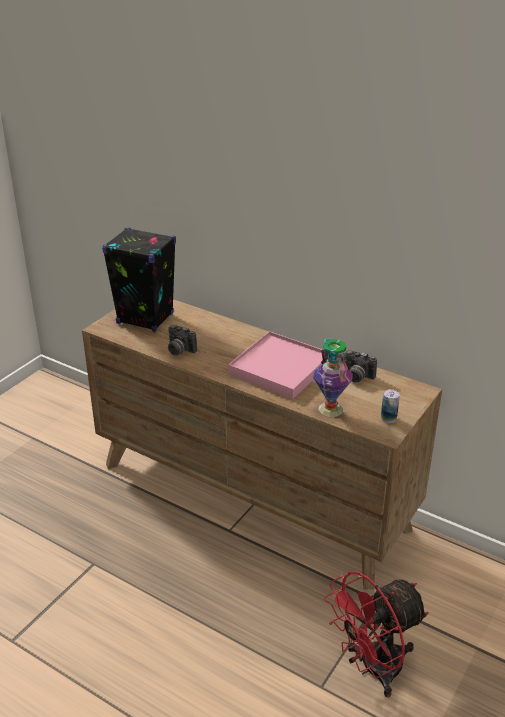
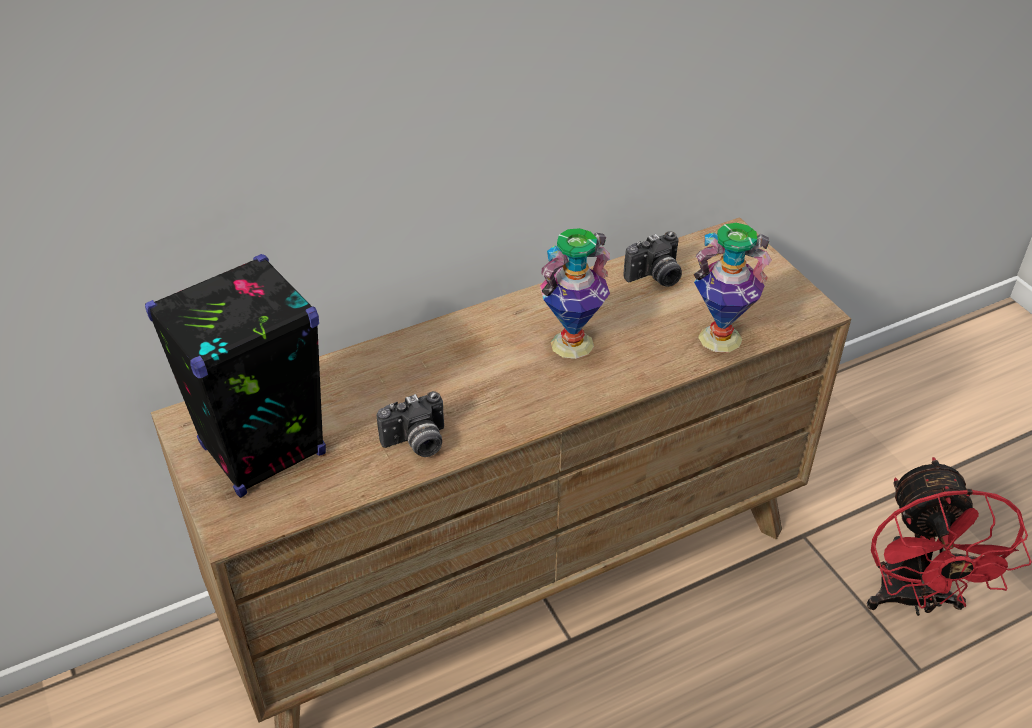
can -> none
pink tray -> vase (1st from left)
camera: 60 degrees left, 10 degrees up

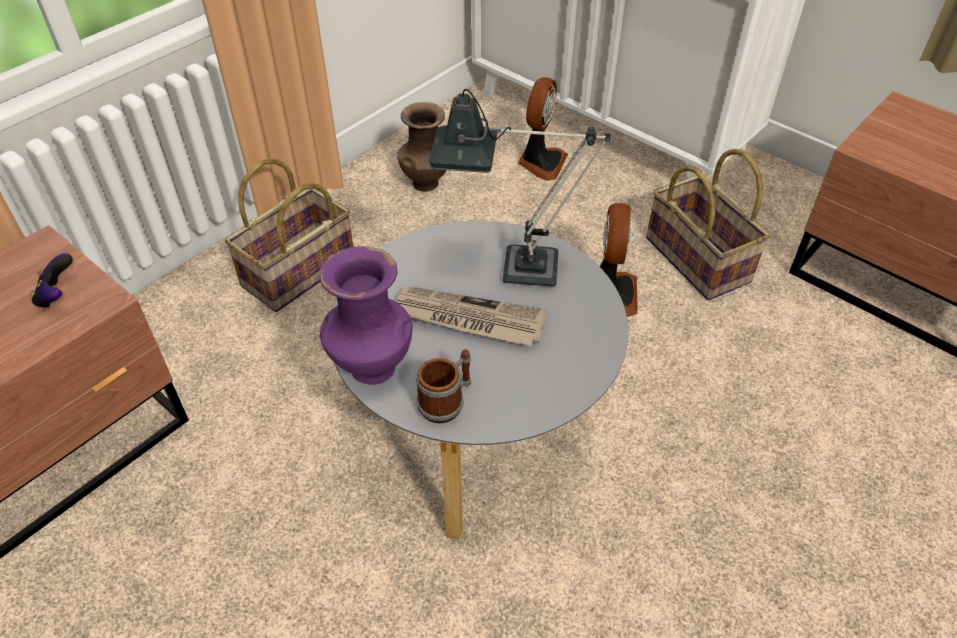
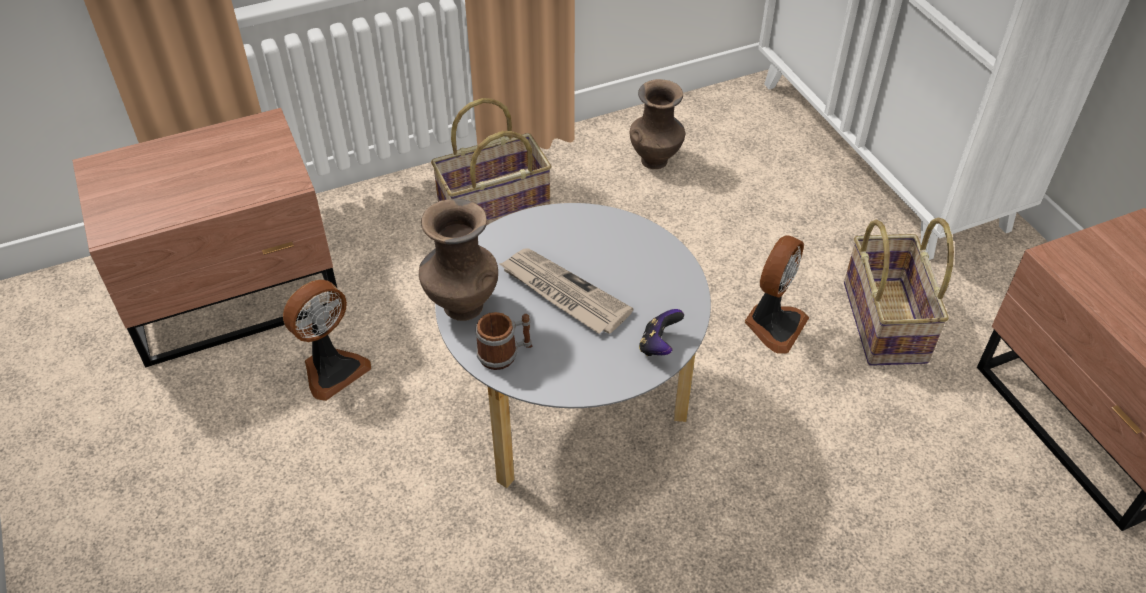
table lamp -> none
game controller, move
fan (1st from left), move
purple vase -> brown vase (1st from left)
camera: 25 degrees right, 0 degrees up

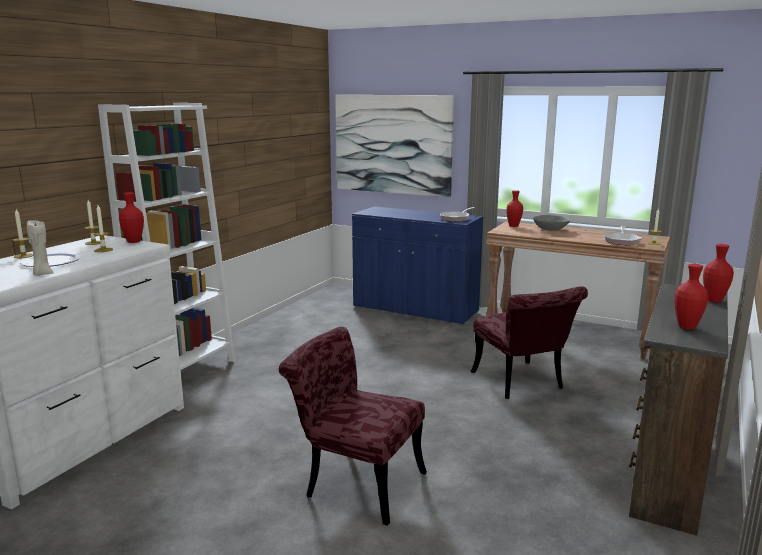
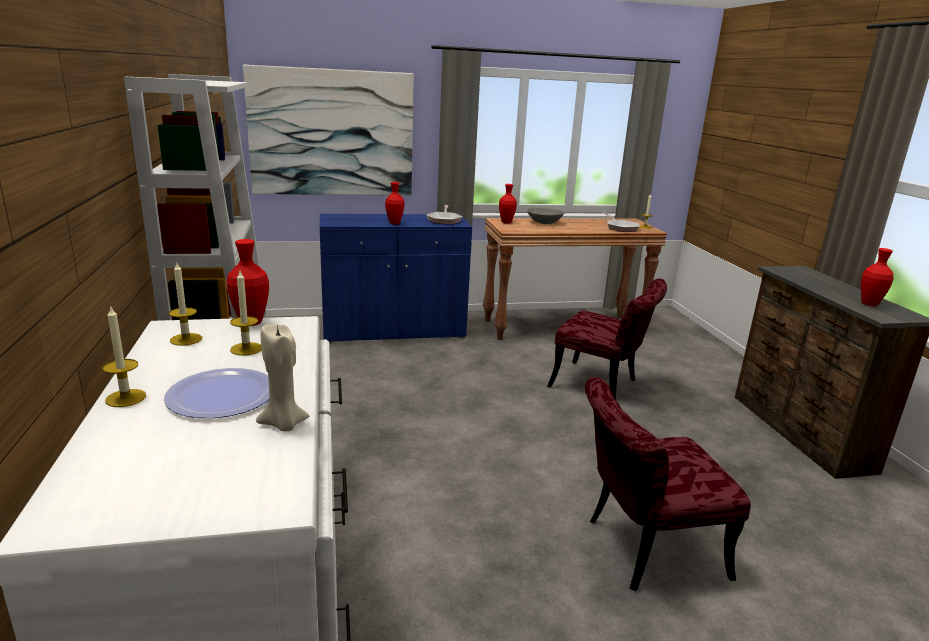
red vase (4th from left in the first image) -> red vase (2nd from left), move
camera: 40 degrees left, 5 degrees up

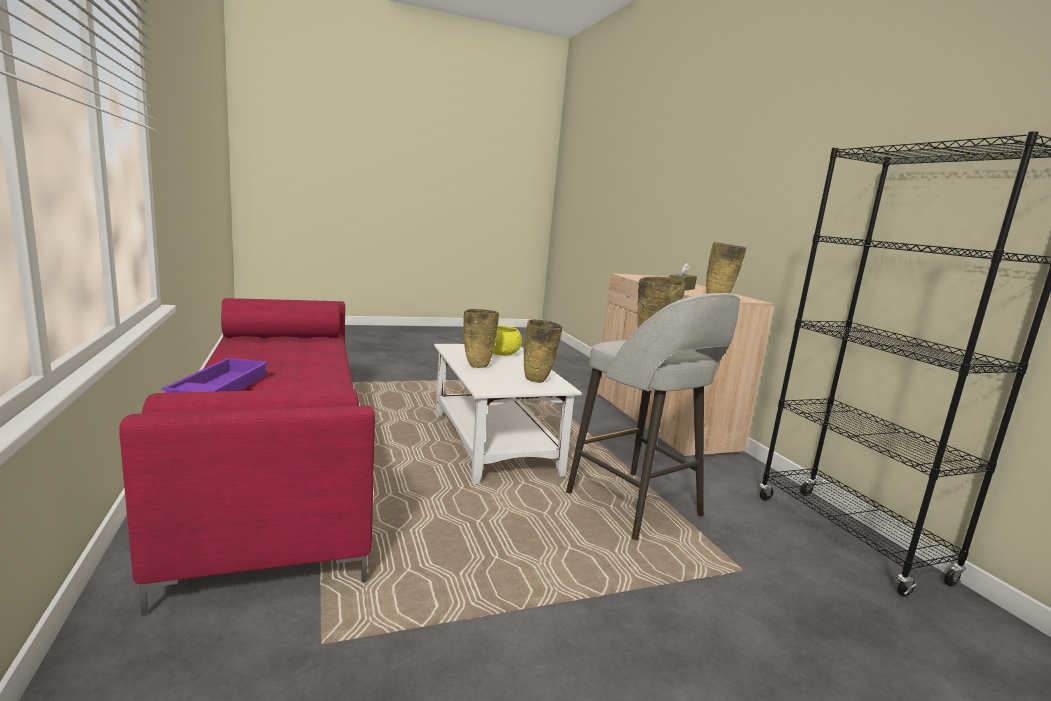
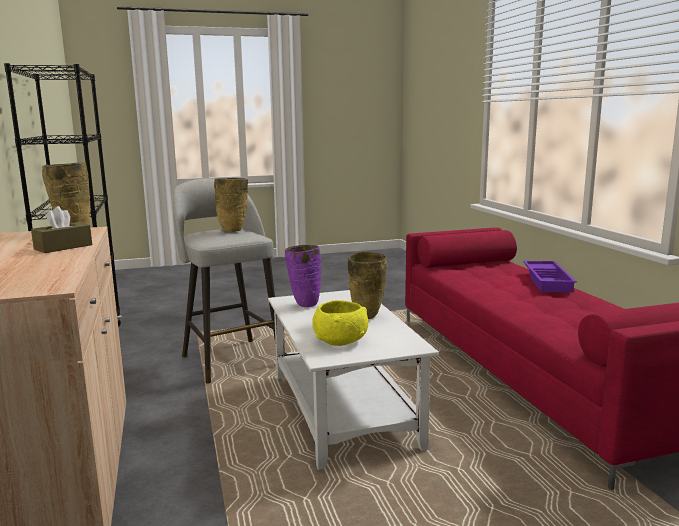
beige vase (2nd from left) -> purple vase
camera: 175 degrees left, 0 degrees up

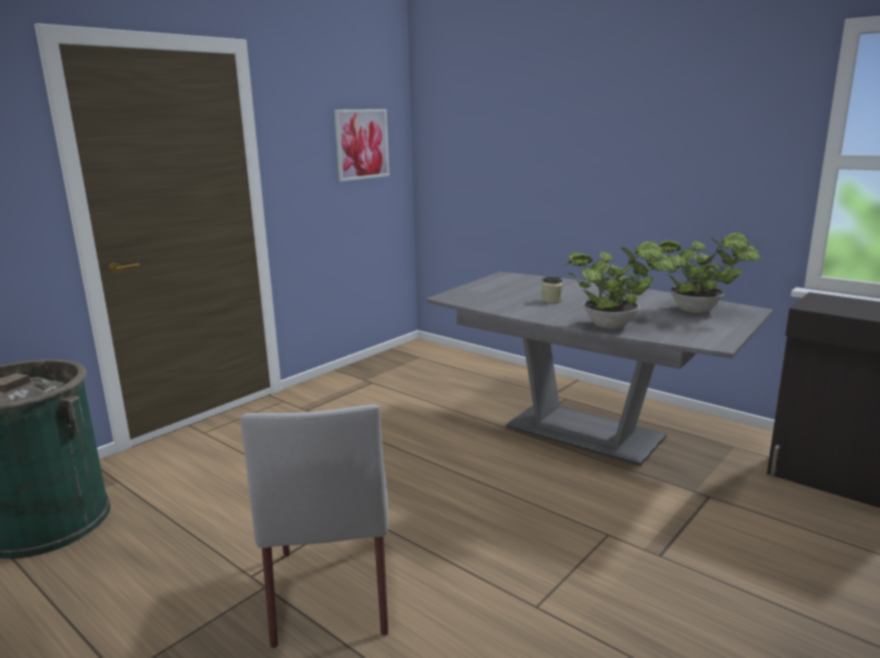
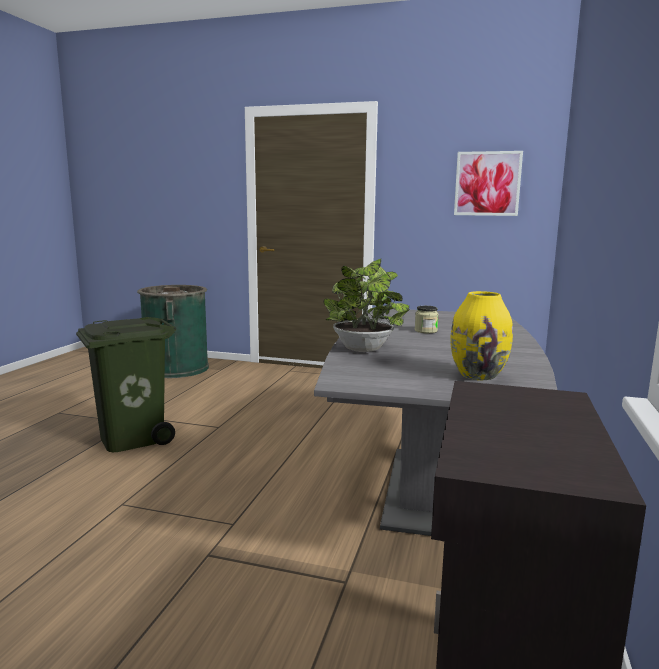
grey chair -> green trash can (1st from left)
potted plant (2nd from left) -> yellow vase
camera: 65 degrees right, 5 degrees down

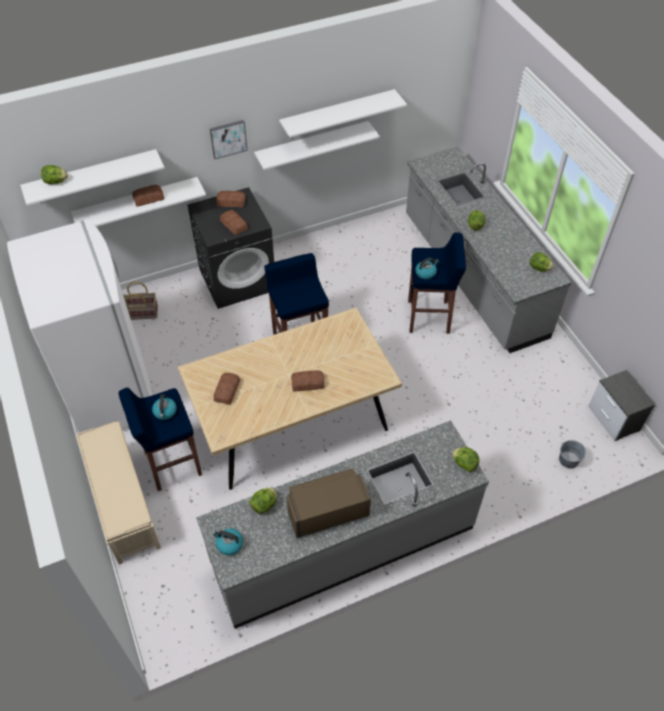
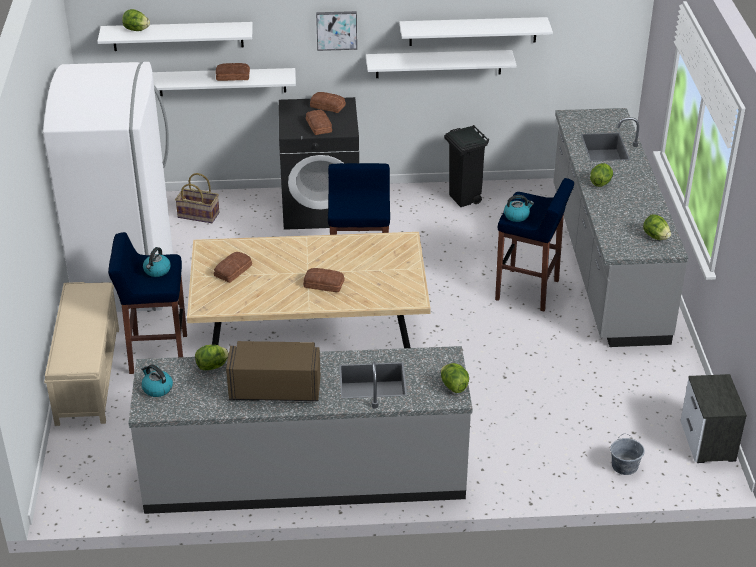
none -> black trash can
camera: 20 degrees right, 15 degrees down

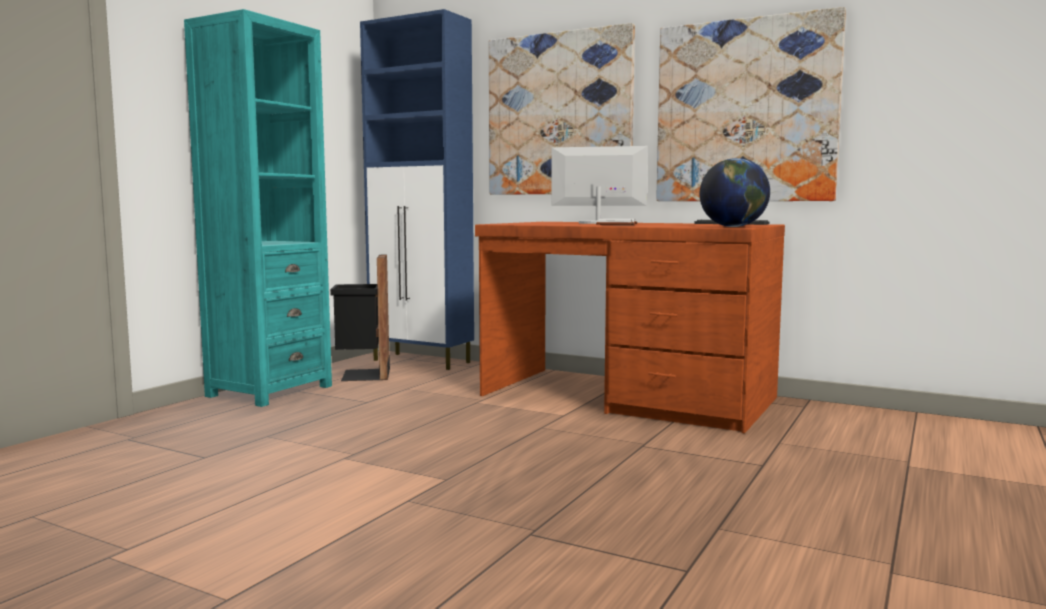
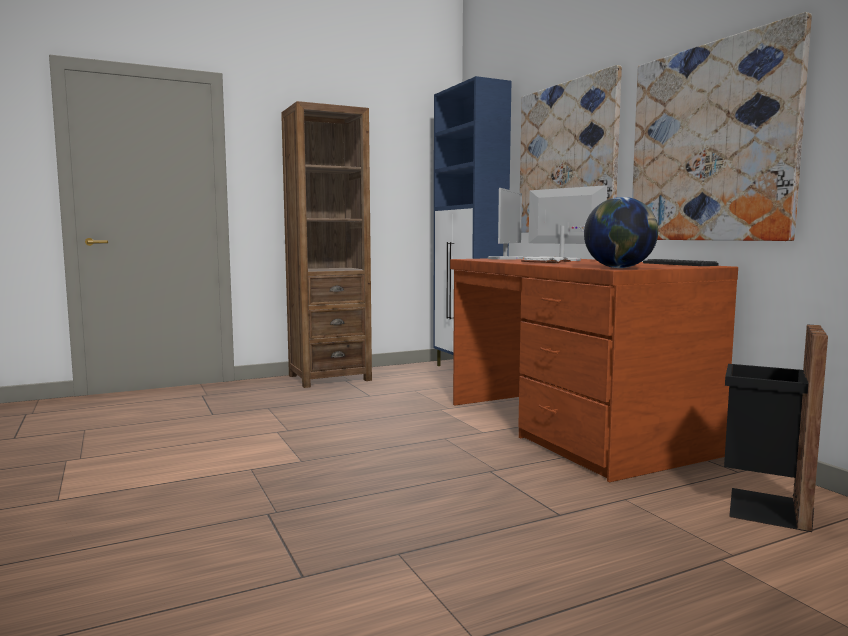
none -> monitor (1st from left)
black trash can, move
turquoise bookcase -> brown bookcase
camera: 35 degrees right, 0 degrees up

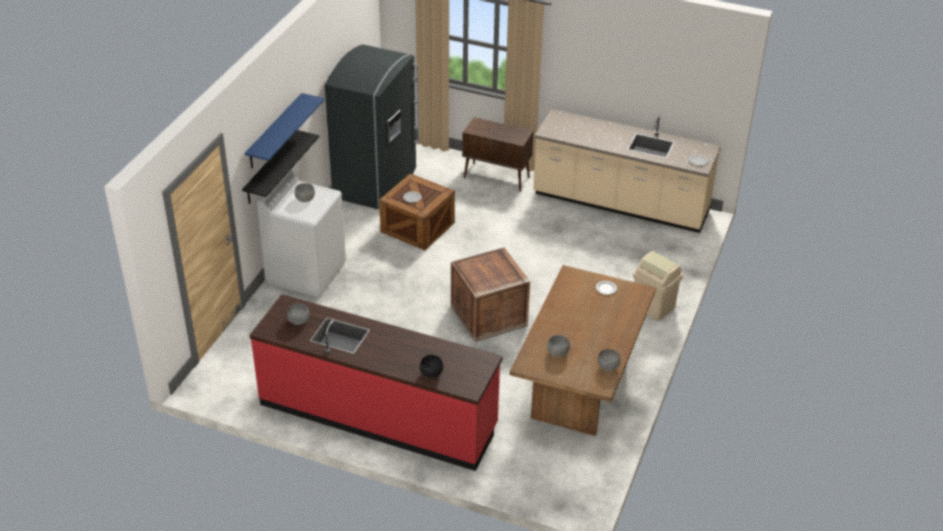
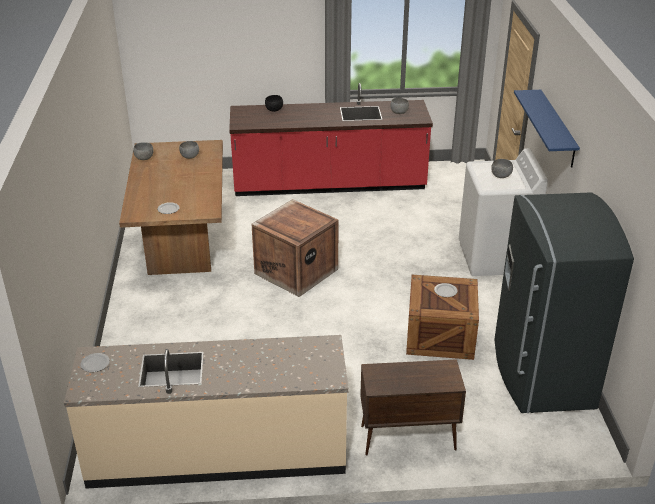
black shelf -> none
beige trash can -> none
camera: 155 degrees right, 5 degrees down

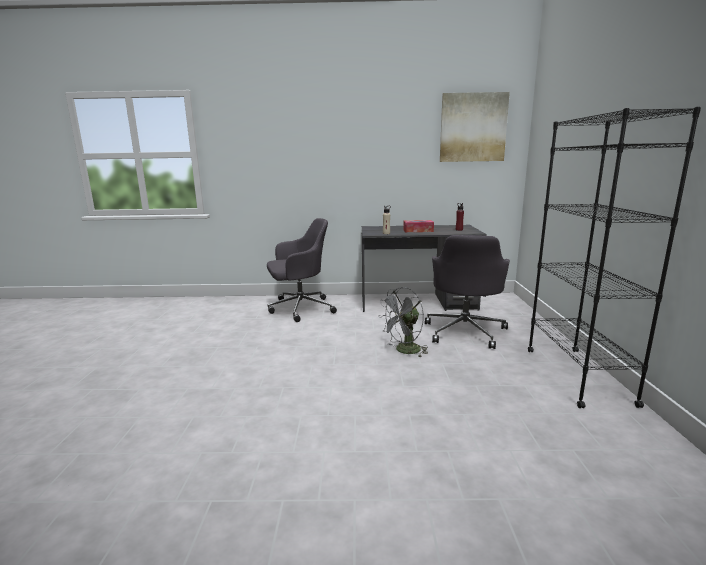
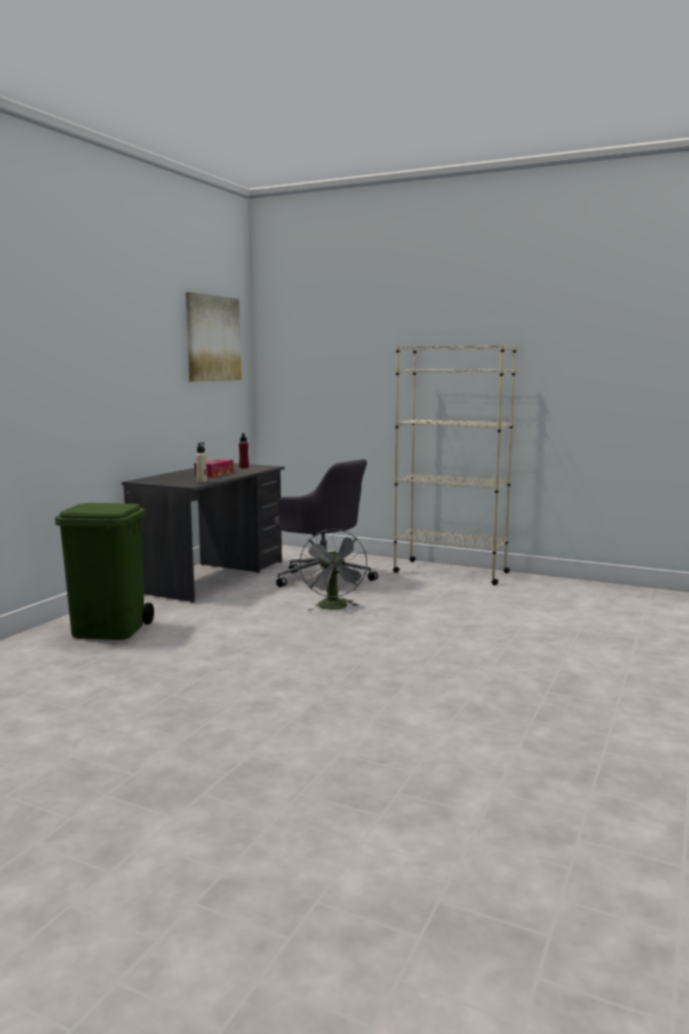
grey office chair (1st from left) -> green trash can
black bookcase -> beige bookcase
camera: 65 degrees left, 5 degrees down

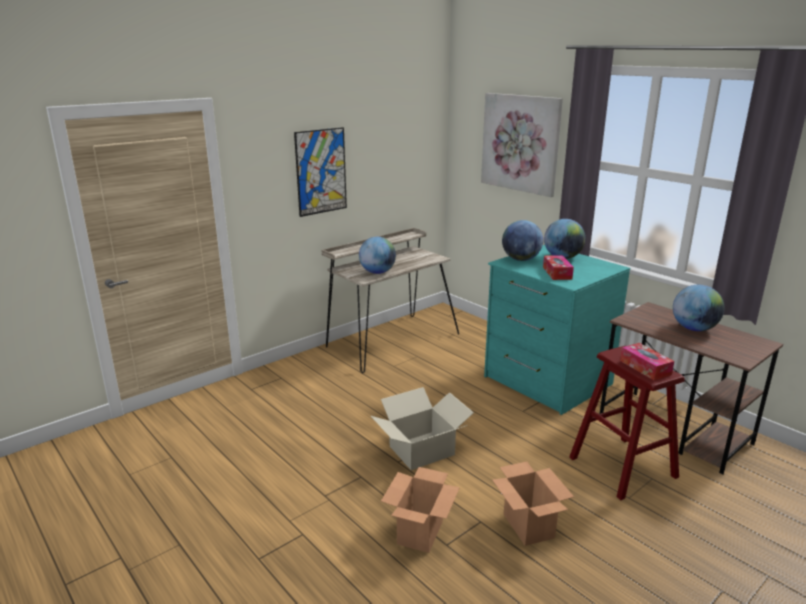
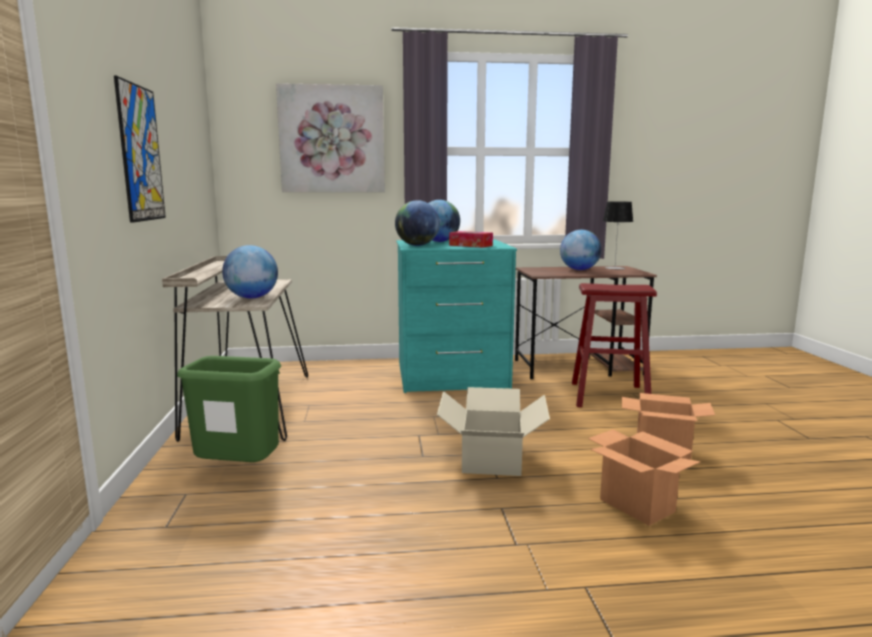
tissue box (2nd from left) -> none
none -> green trash can
none -> table lamp
camera: 55 degrees left, 10 degrees down

